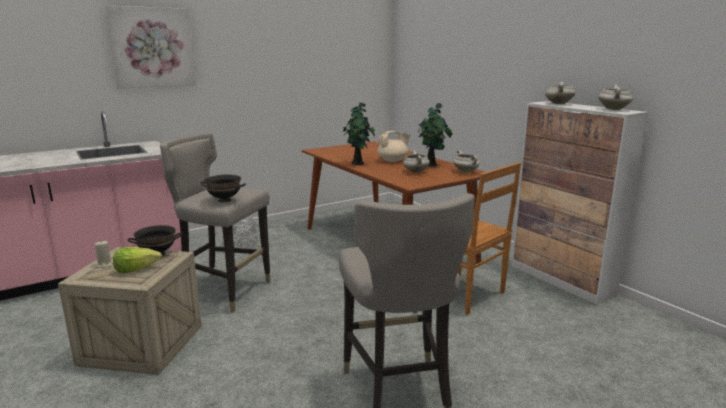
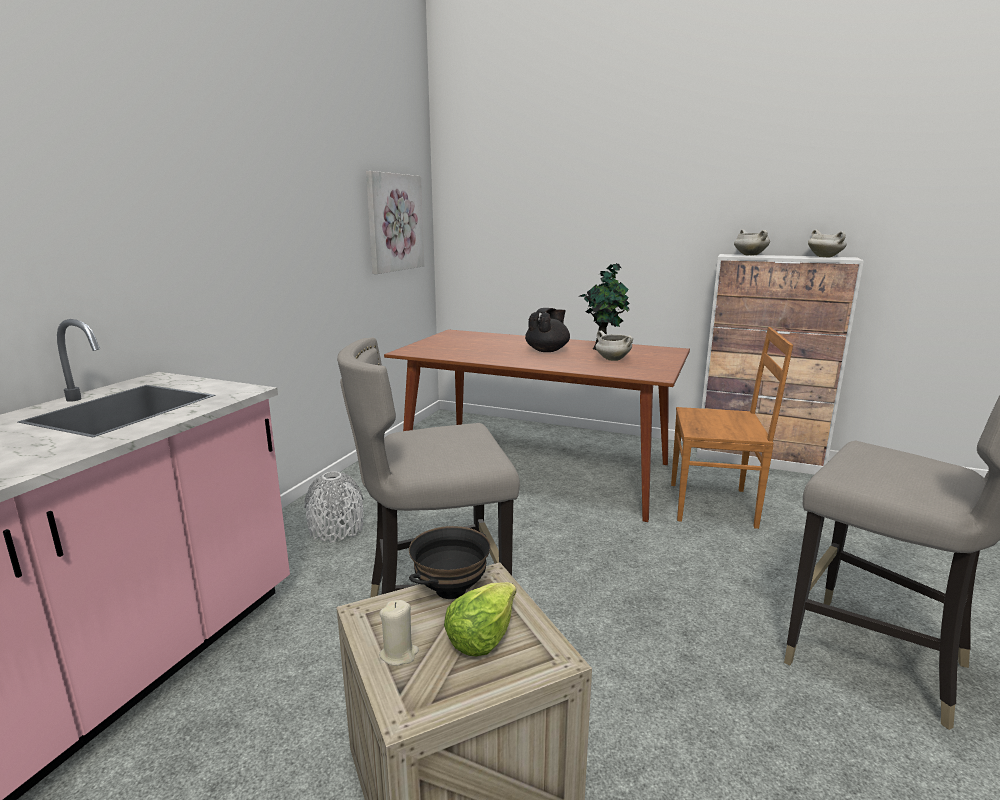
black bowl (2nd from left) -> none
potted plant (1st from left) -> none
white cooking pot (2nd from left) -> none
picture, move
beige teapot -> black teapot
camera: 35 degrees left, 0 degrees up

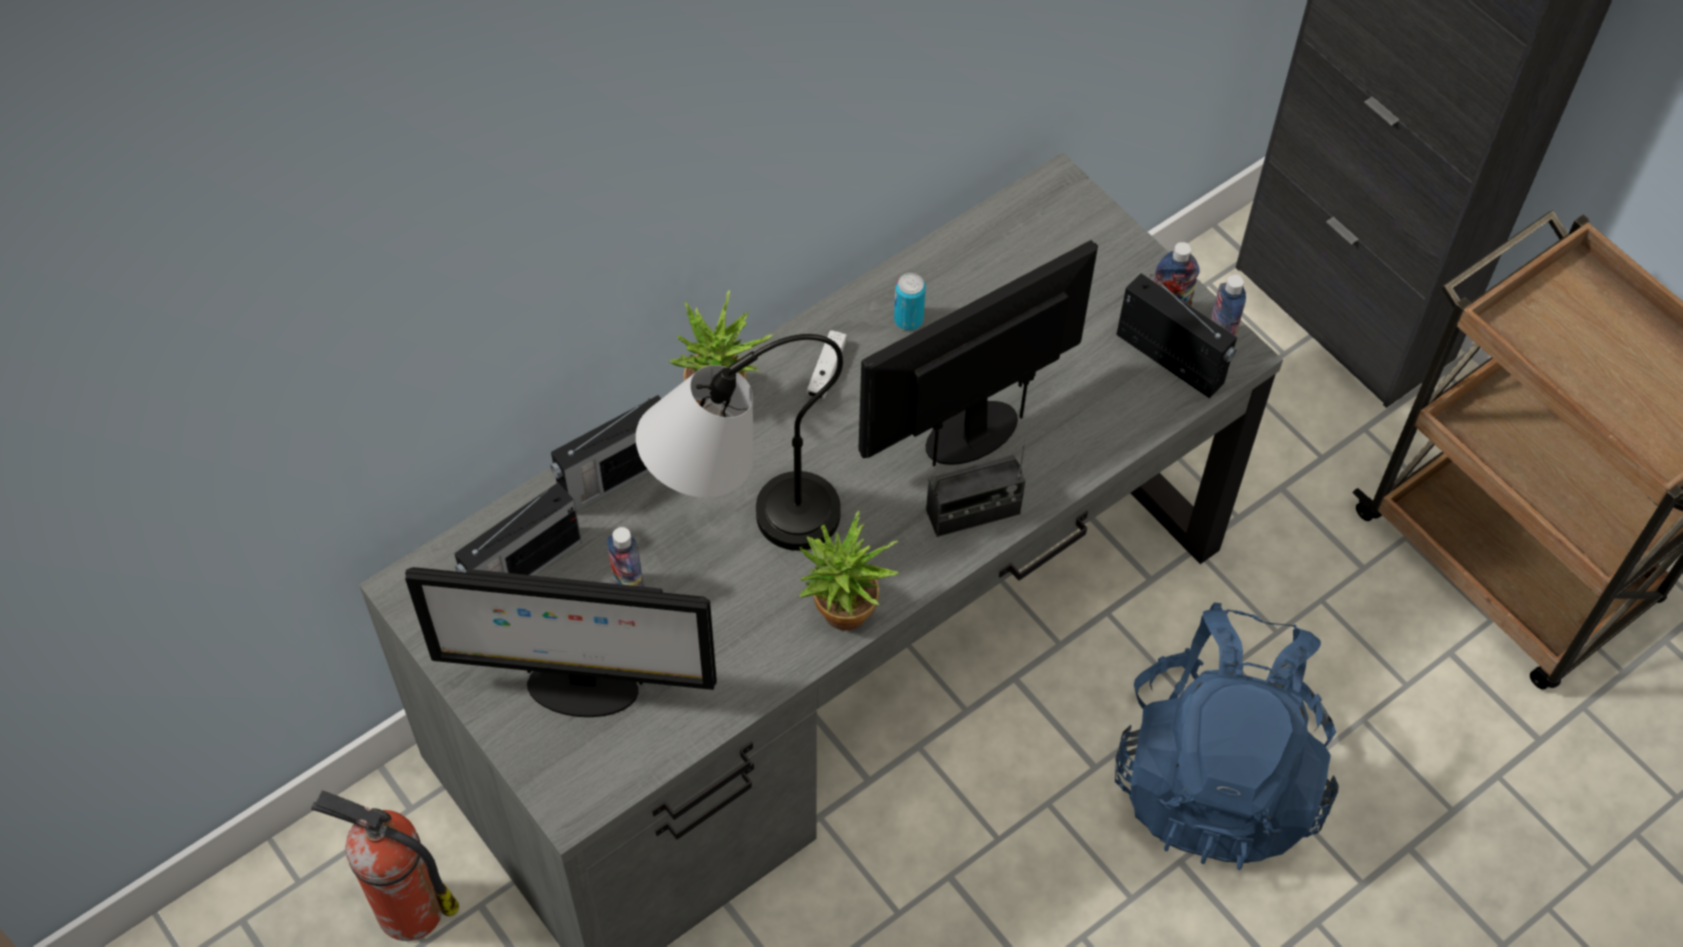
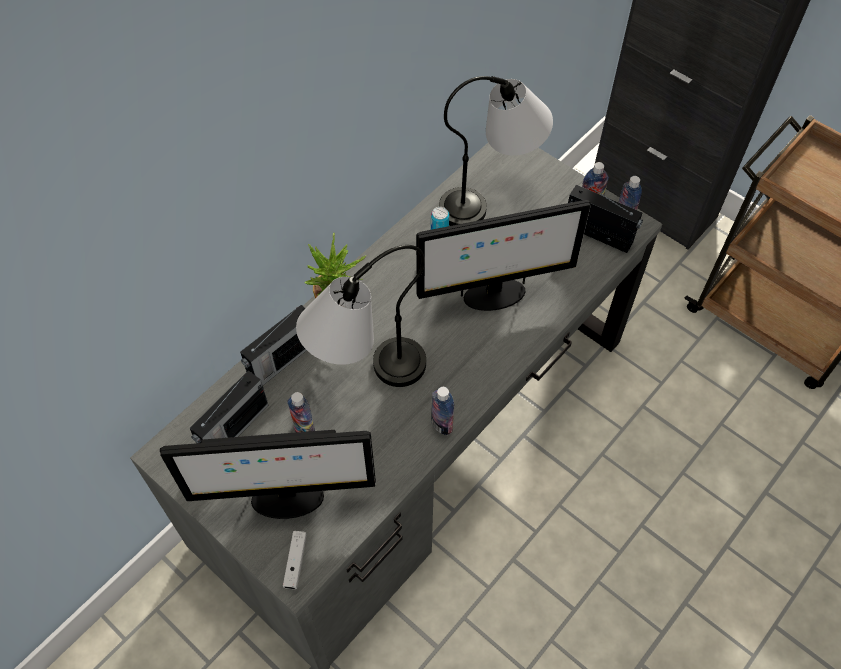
fire extinguisher -> none
radio (3rd from left) -> none
blue backpack -> none
none -> table lamp (2nd from left)
white game controller, move
potted plant (2nd from left) -> bottle (2nd from left)
monitor (2nd from left), 150 degrees counterclockwise
camera: 10 degrees left, 0 degrees up

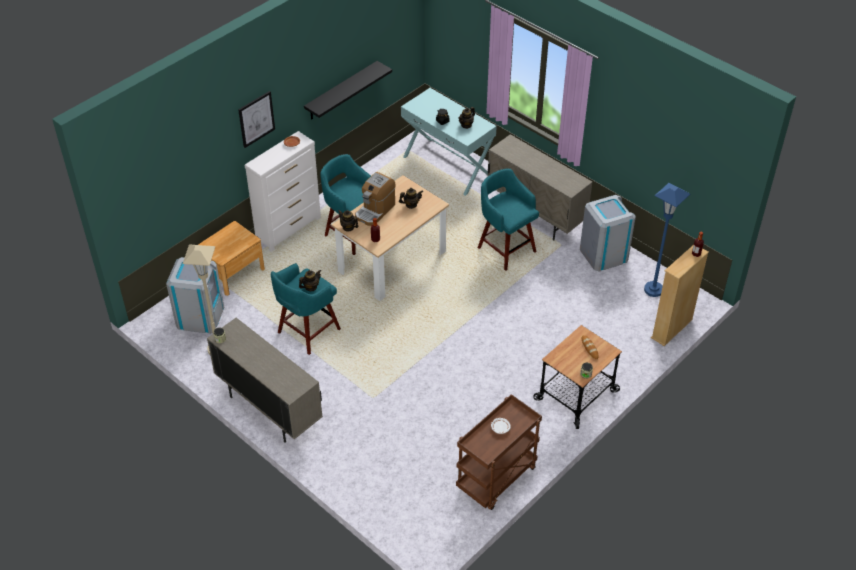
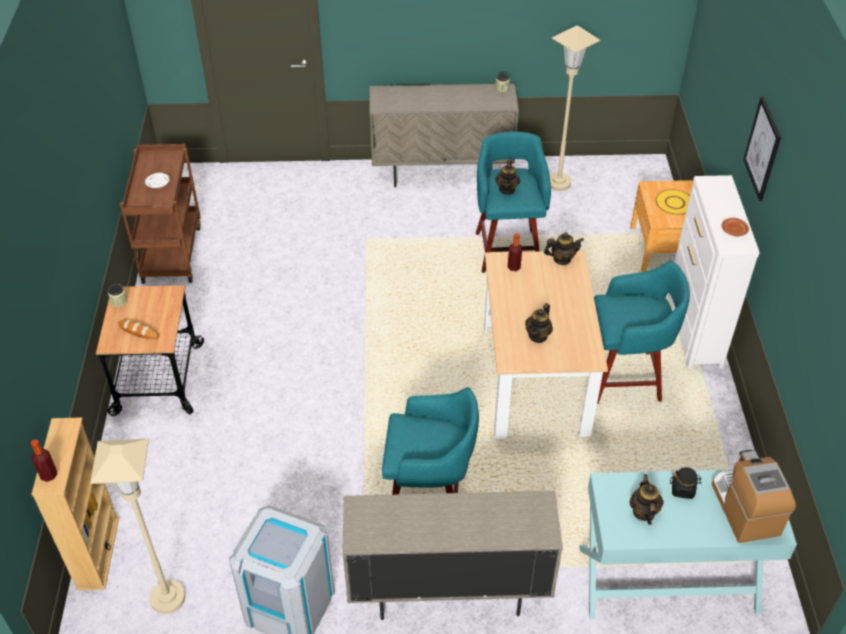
grey trash can (1st from left) -> none
black shelf -> none
none -> yellow plate
coffee machine, move
blue floor lamp -> beige floor lamp (1st from left)
camera: 135 degrees right, 0 degrees up

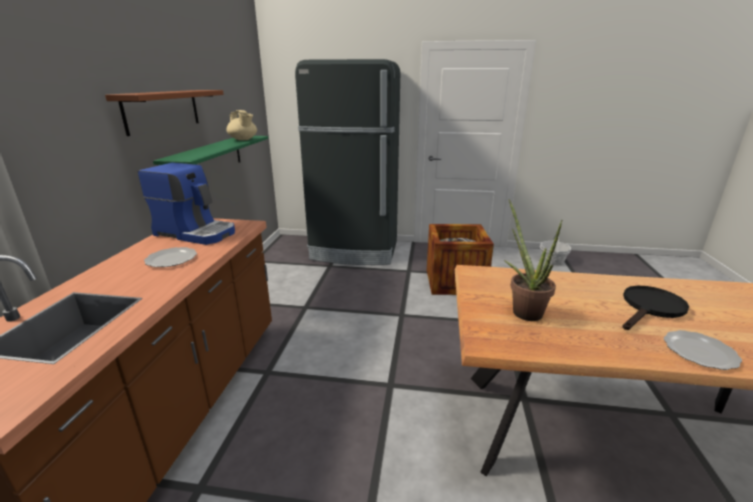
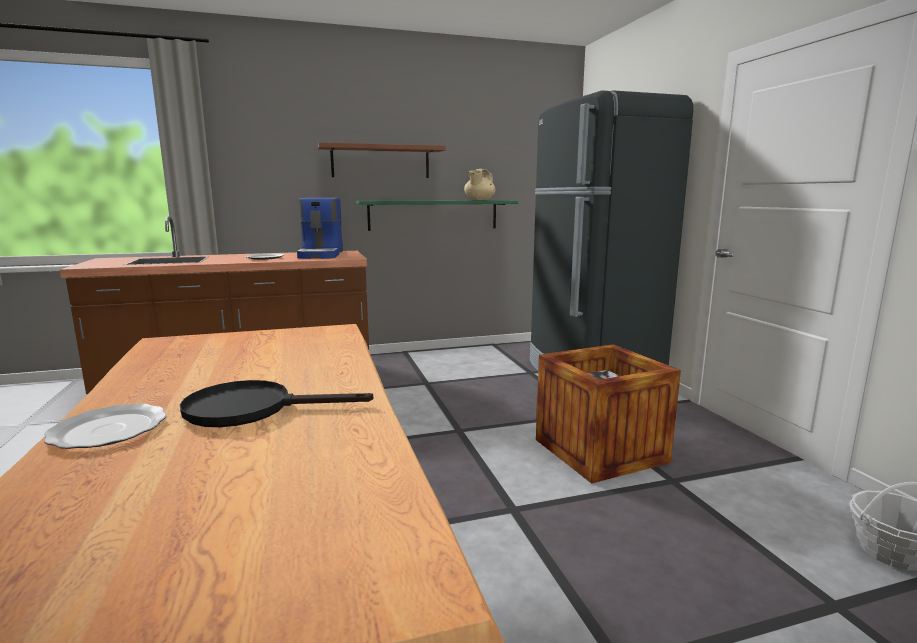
potted plant -> none
black frying pan, 150 degrees clockwise
camera: 65 degrees right, 10 degrees down

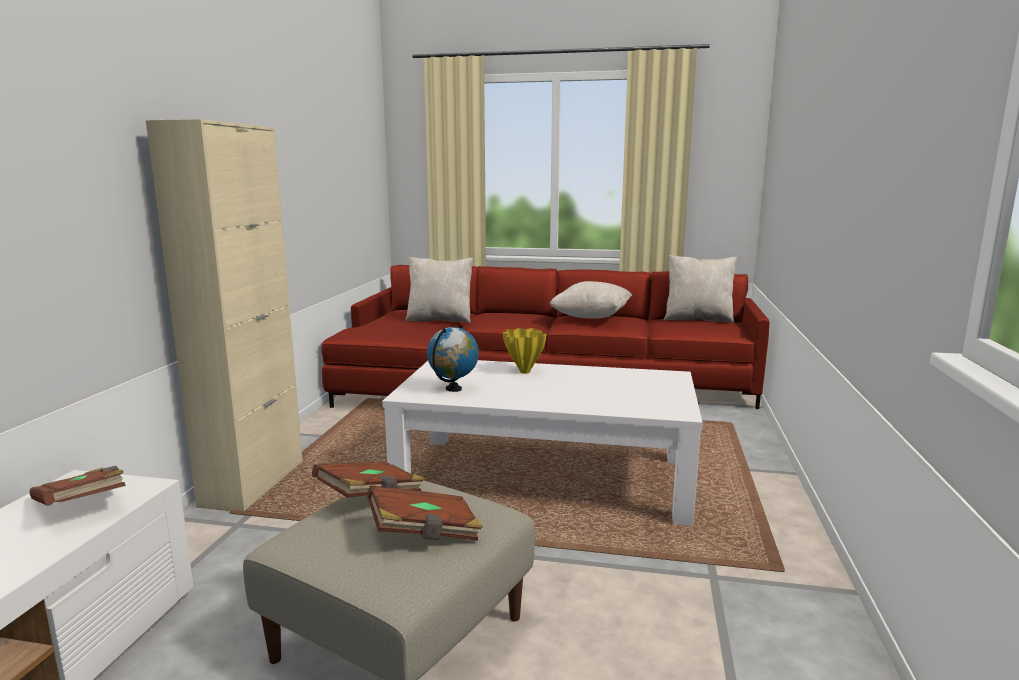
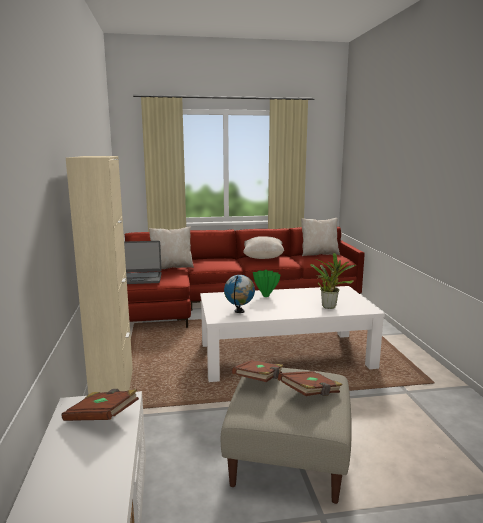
none -> laptop
none -> potted plant
yellow vase -> green vase
camera: 20 degrees left, 0 degrees up

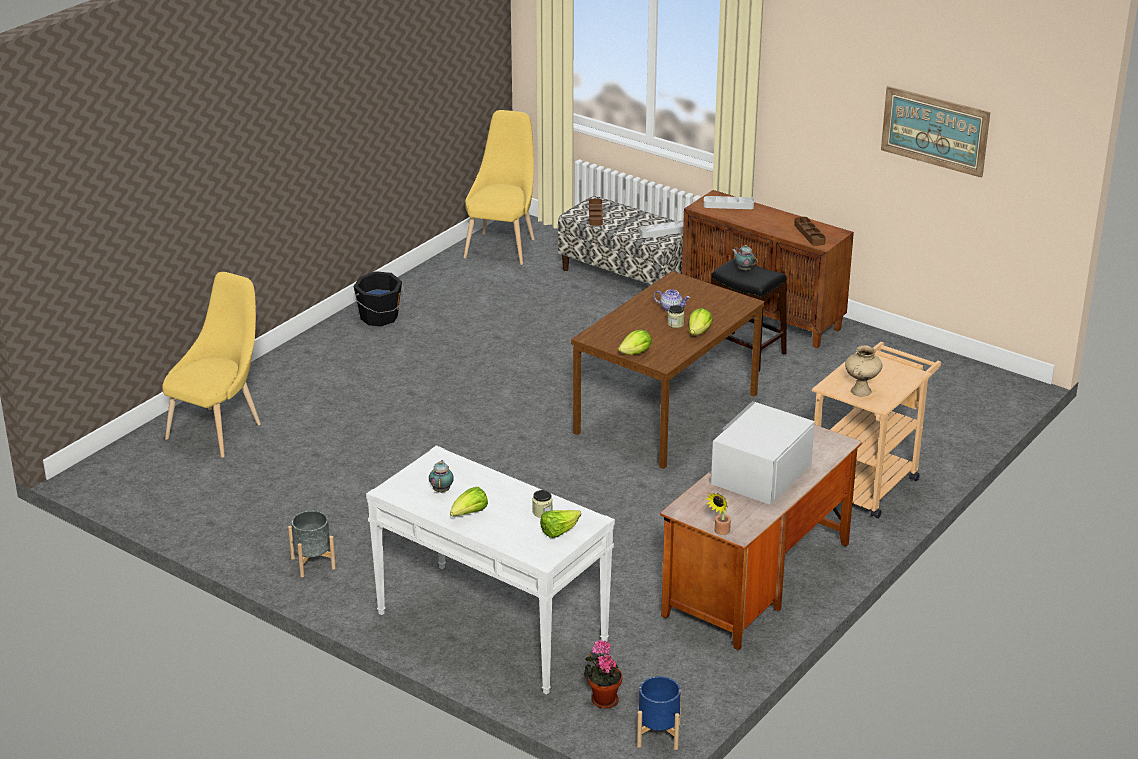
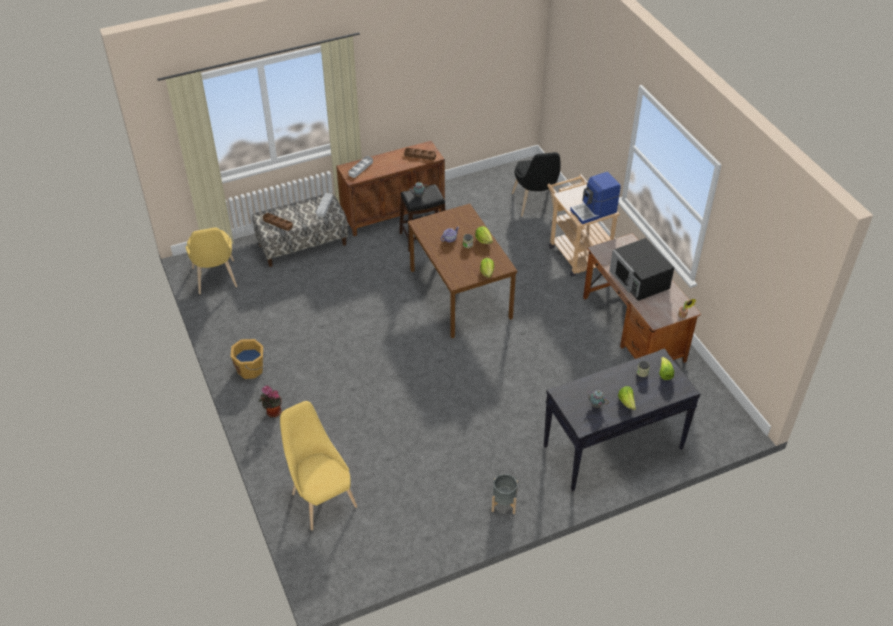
blue planter -> none
picture -> none
none -> black chair
potted plant (1st from left), move
beige vase -> coffee machine
black bucket -> orange bucket
white console table -> black console table
white microwave -> black microwave
yellow chair (2nd from left in the first image) -> yellow chair (1st from left), 150 degrees counterclockwise
camera: 60 degrees left, 15 degrees up

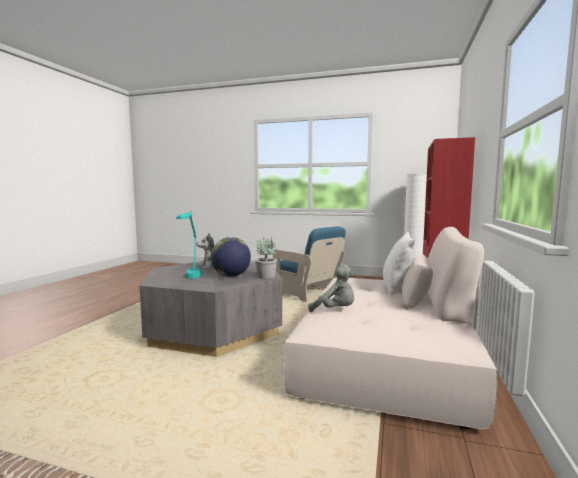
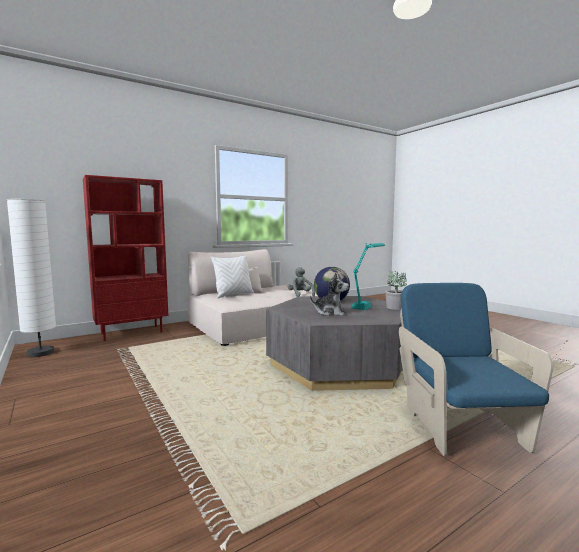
potted plant, move
blue armchair, move
camera: 140 degrees left, 0 degrees up

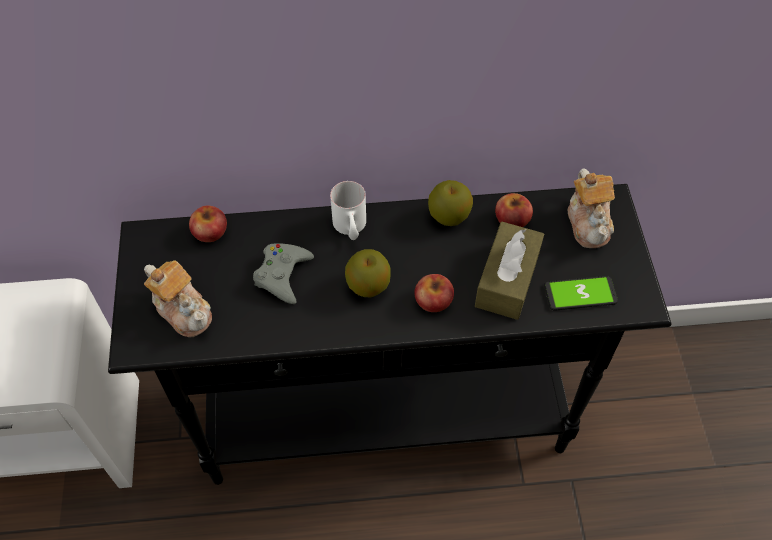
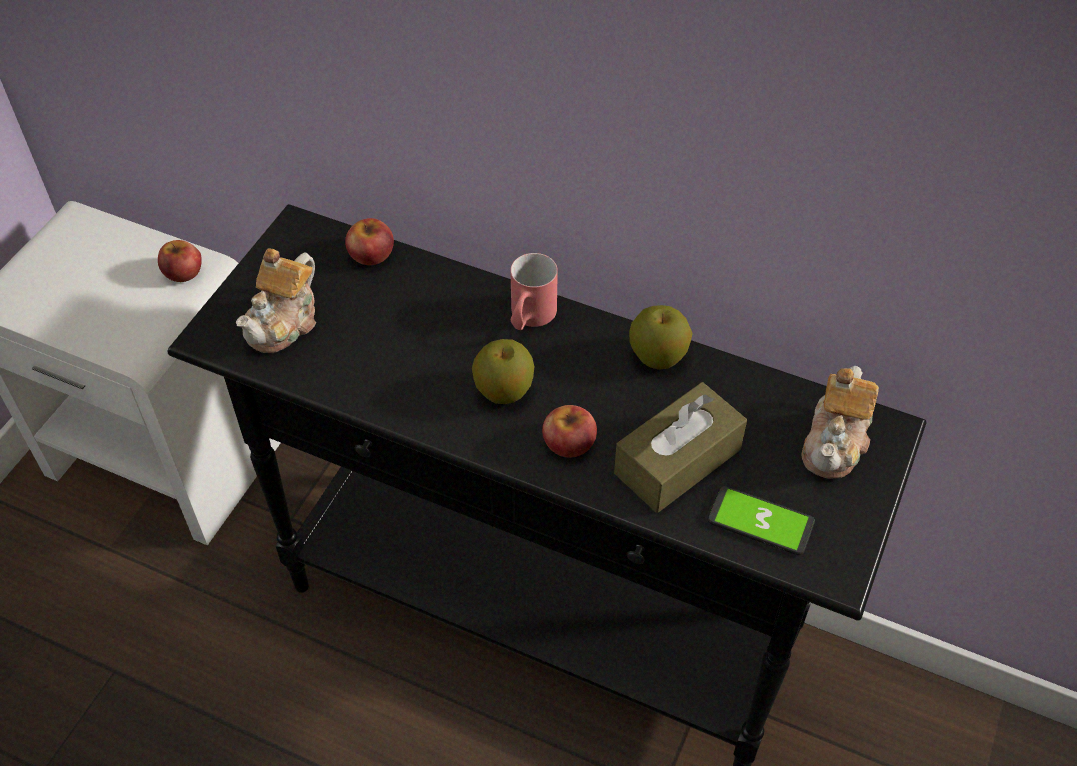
grey game controller -> none
apple (5th from left in the first image) -> apple (1st from left), move
white mug -> red mug
teapot (1st from left), 45 degrees clockwise
camera: 30 degrees right, 5 degrees down

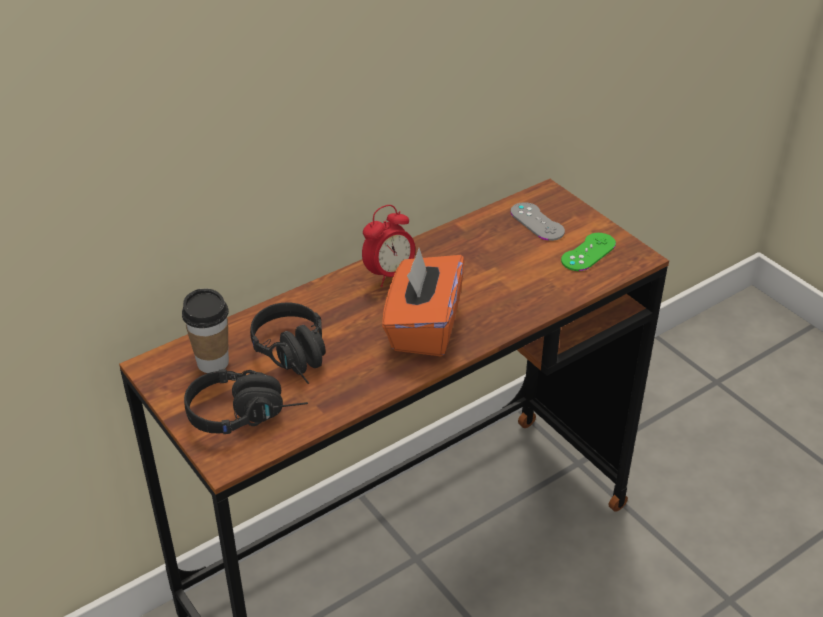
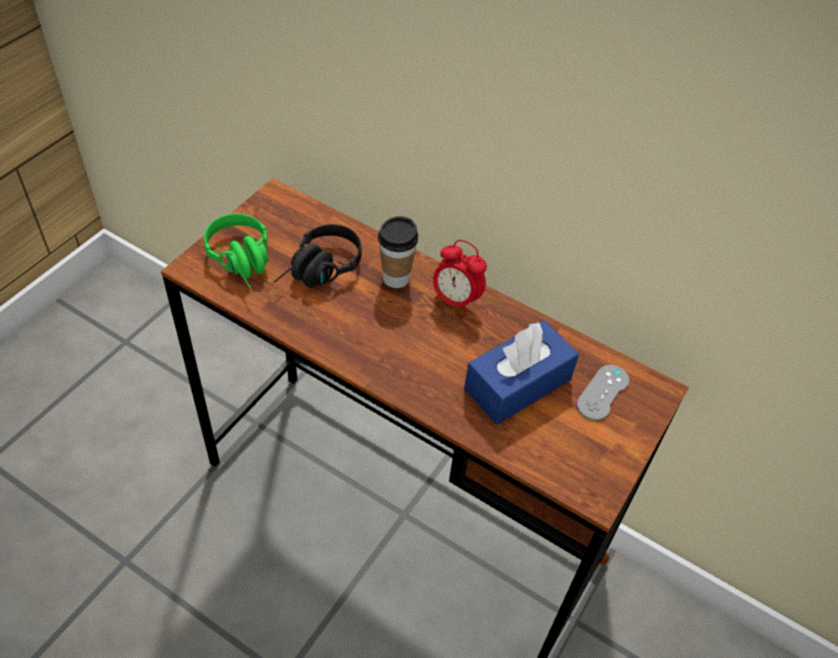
orange tissue box -> none
green game controller -> none
none -> blue tissue box
cup, move
black headphones (1st from left) -> green headphones
camera: 65 degrees right, 10 degrees up

